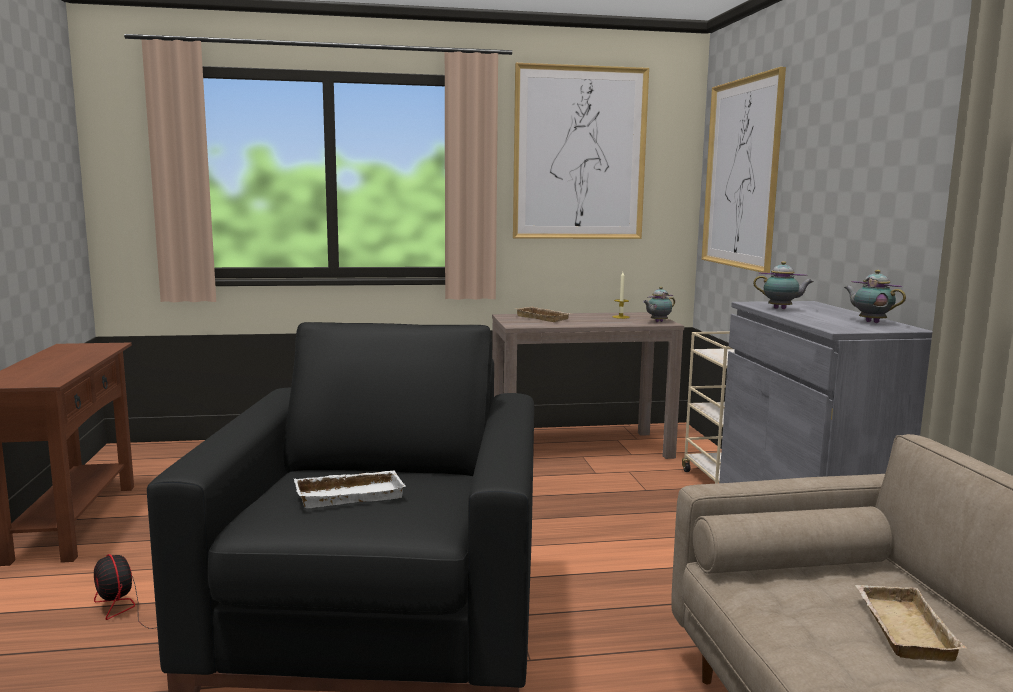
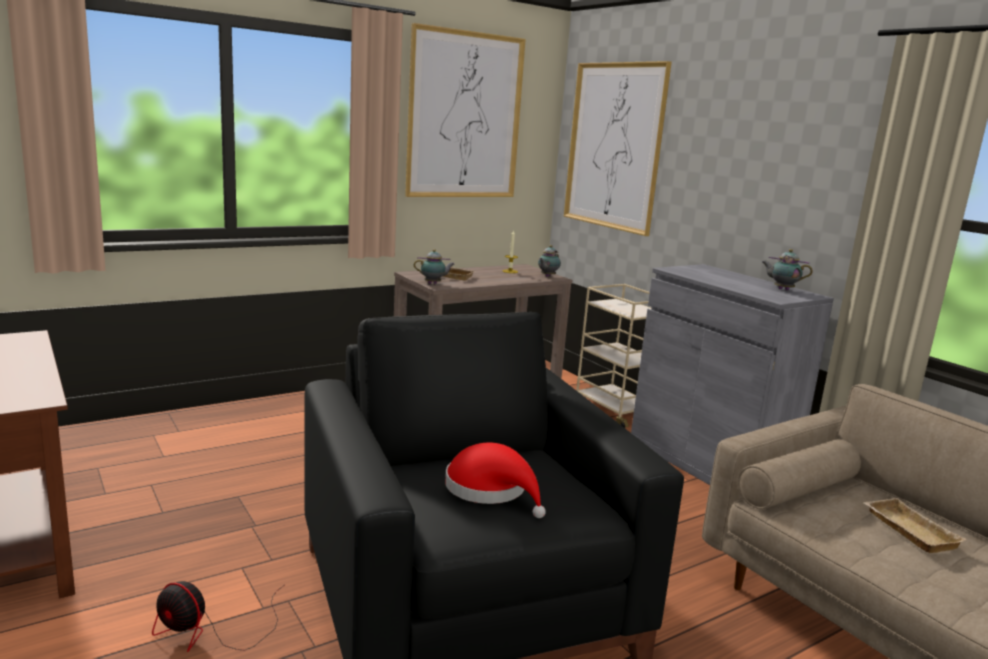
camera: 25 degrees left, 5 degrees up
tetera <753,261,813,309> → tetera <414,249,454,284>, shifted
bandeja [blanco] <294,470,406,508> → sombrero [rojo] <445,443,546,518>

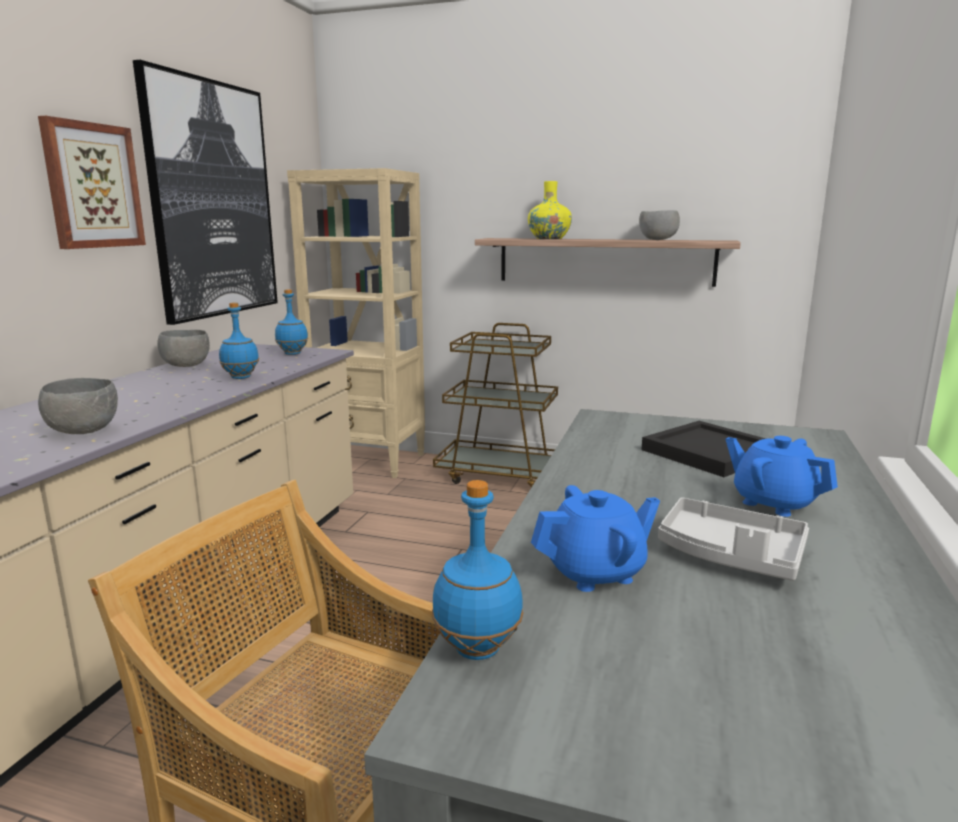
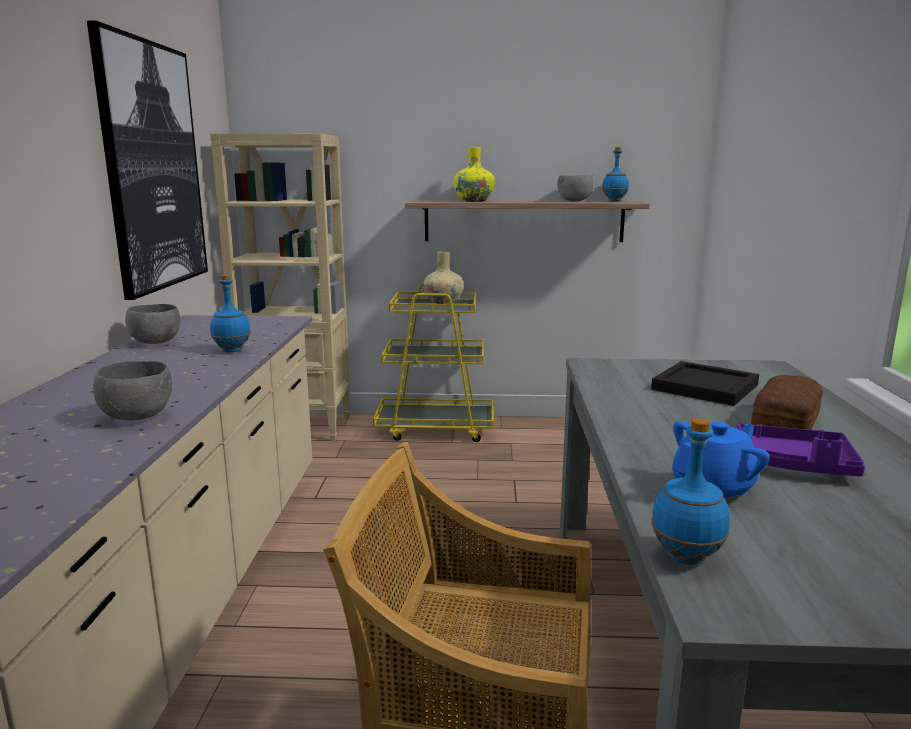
camera: 15 degrees left, 0 degrees up
cuadro <38,116,146,249> → -
- → florero [beis] <423,251,464,304>
botella [azul] <275,289,308,355> → botella [azul] <602,147,629,201>, shifted
tetera [azul] <726,436,838,517> → pan <751,375,823,430>
carrito [marrón] <433,323,558,488> → carrito [amarillo] <373,282,494,442>
bandeja [gris] <658,498,809,581> → bandeja [morado] <736,424,865,477>

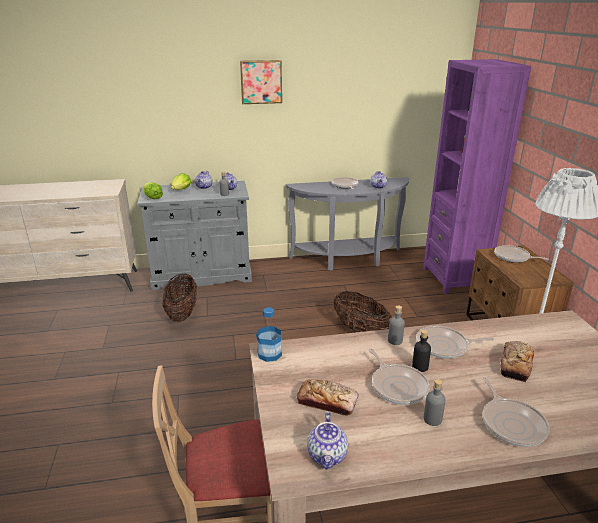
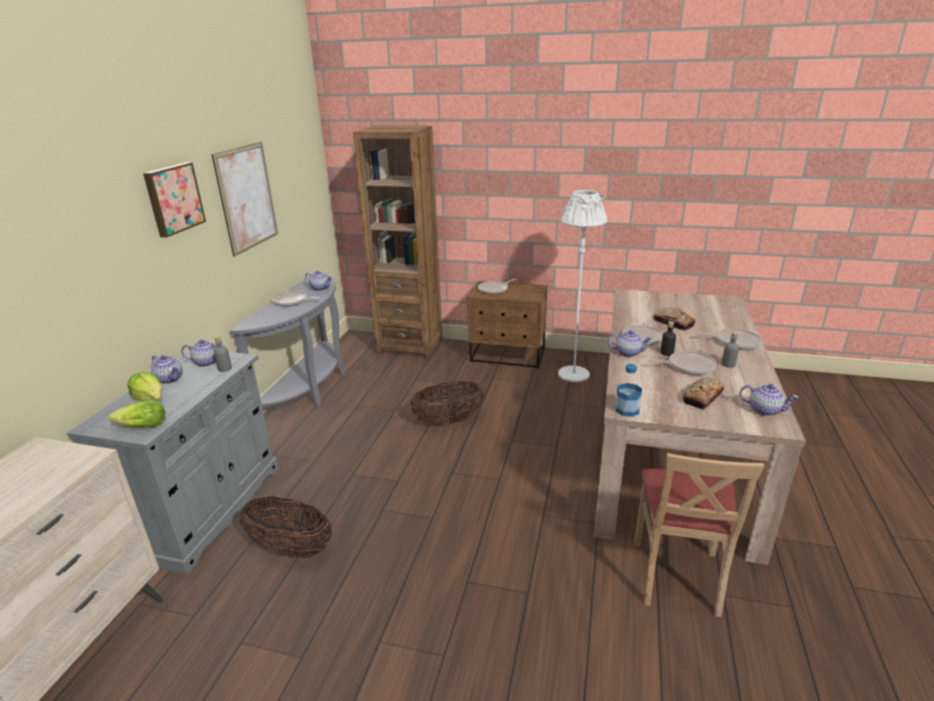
camera: 65 degrees left, 0 degrees up
- → cuadro <212,142,278,257>
botella [gris] <388,306,405,345> → tetera <607,330,653,357>
estantería [morado] <423,59,531,294> → estantería [marrón] <353,126,442,359>

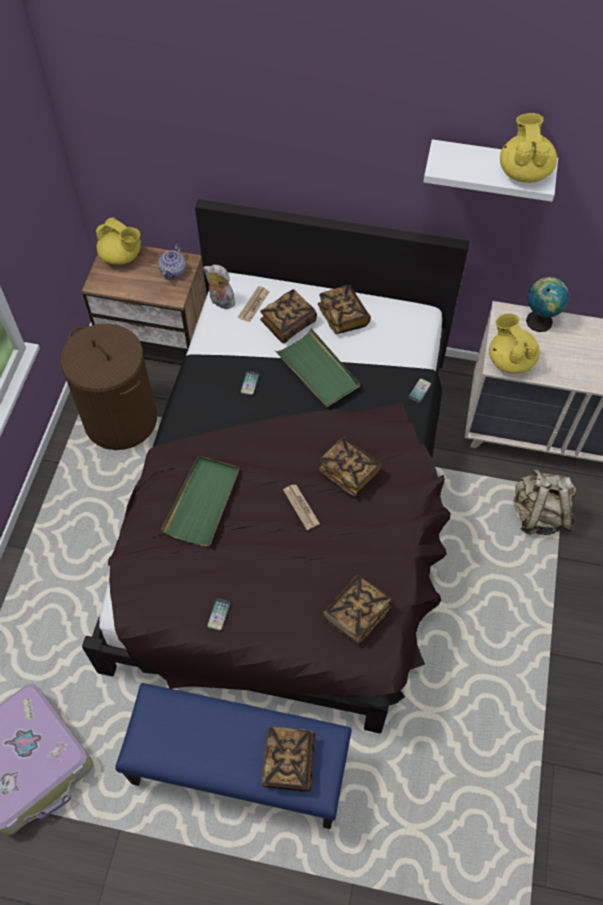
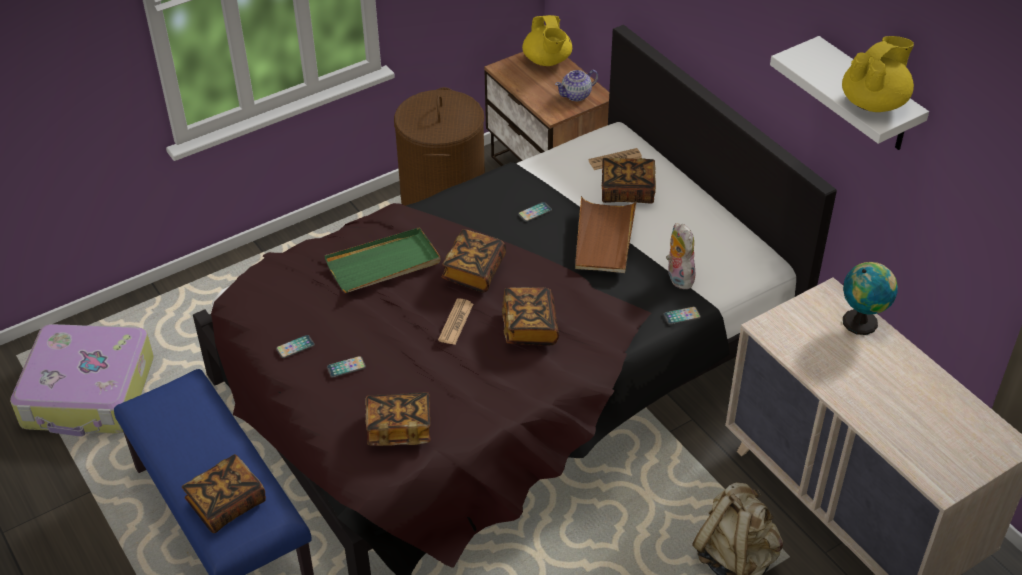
camera: 45 degrees right, 15 degrees down
tetera [amarillo] <489,313,540,374> → -
- → móvil <327,356,366,378>
peluche <203,264,235,309> → peluche <666,223,695,289>, shifted
libro <318,285,371,334> → libro <442,229,506,293>, shifted
bandeja [verde] <274,328,360,407> → bandeja [marrón] <575,196,636,273>

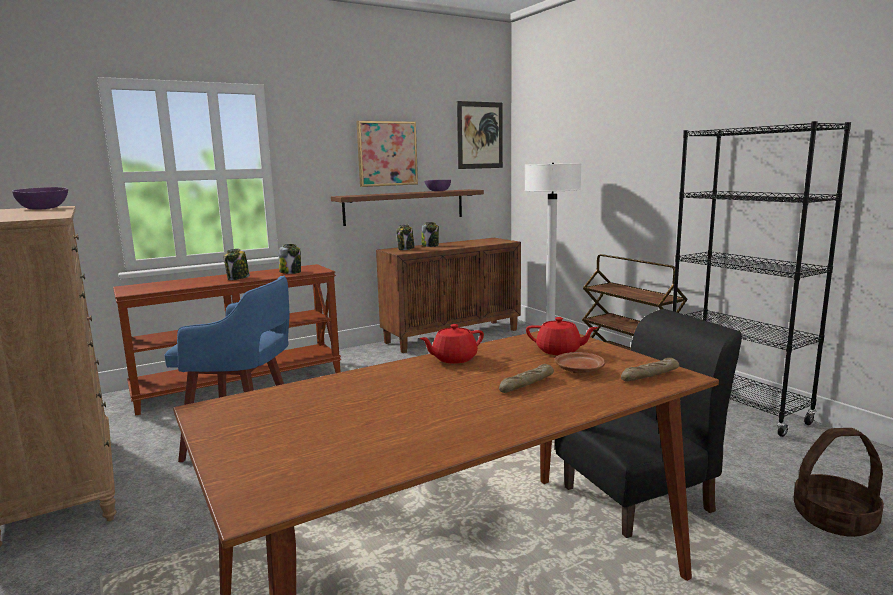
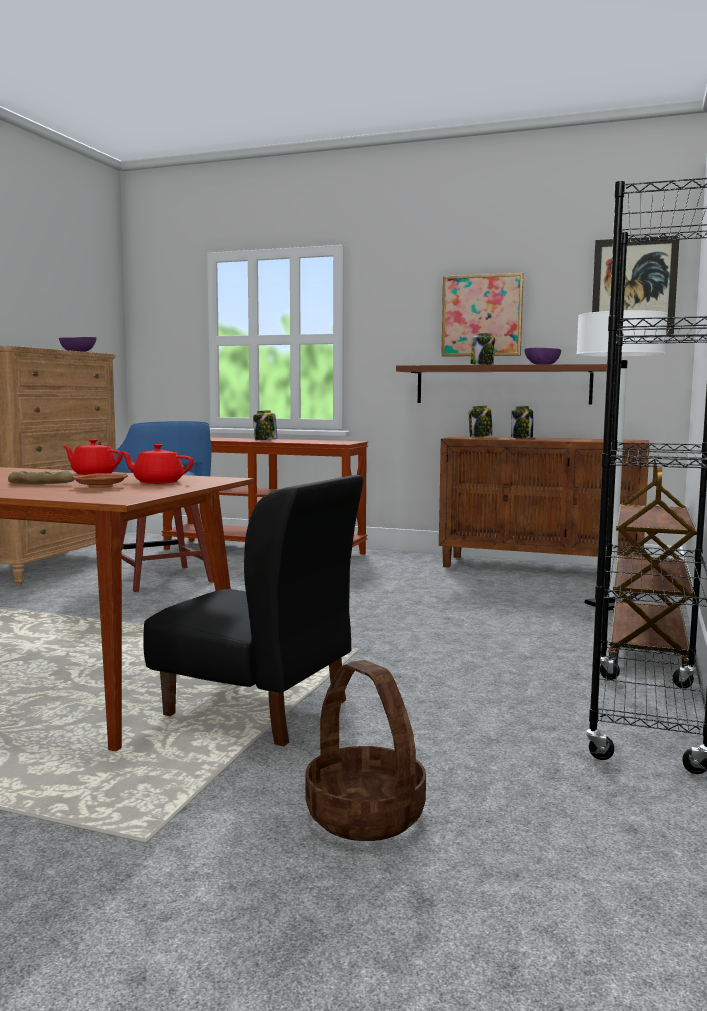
camera: 50 degrees right, 5 degrees down
pan <621,358,679,381> → -
tarro <279,244,301,274> → tarro <471,333,495,365>, shifted
tetera [rojo] <526,317,598,355> → tetera [rojo] <119,444,194,484>, 120 degrees clockwise

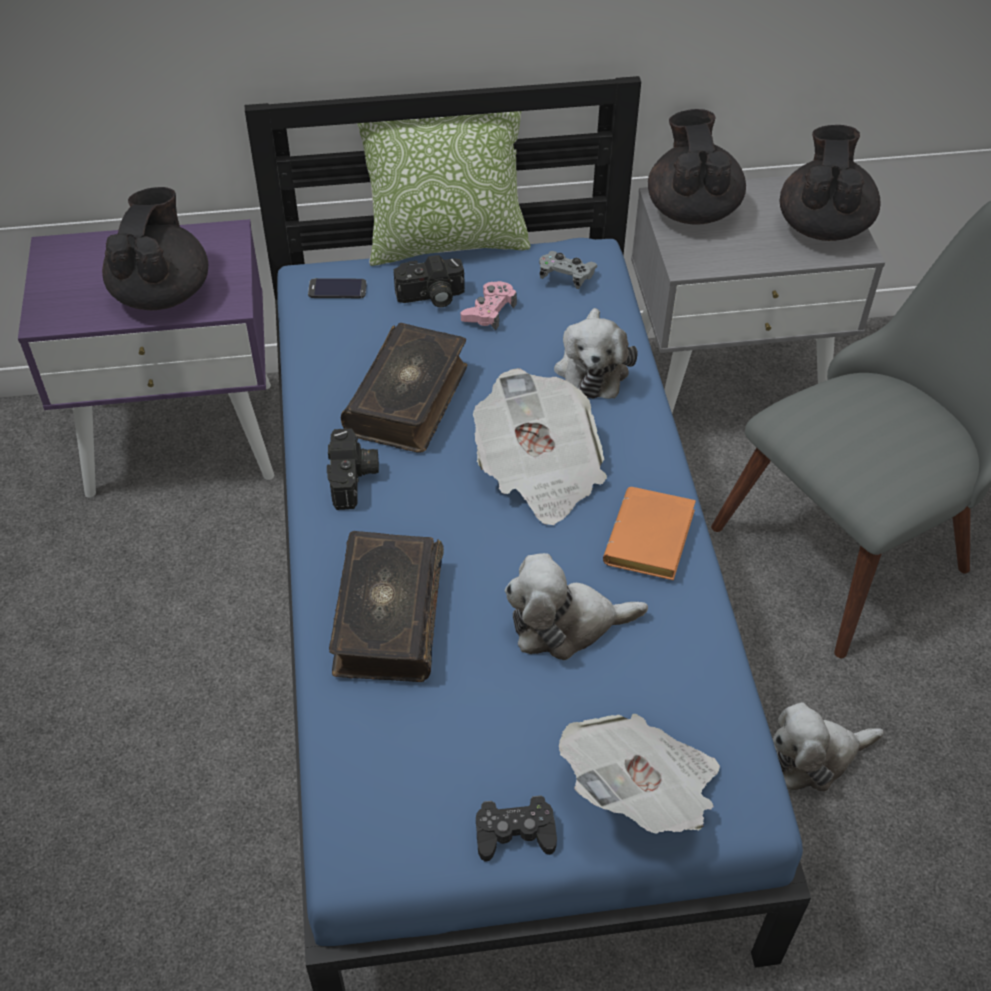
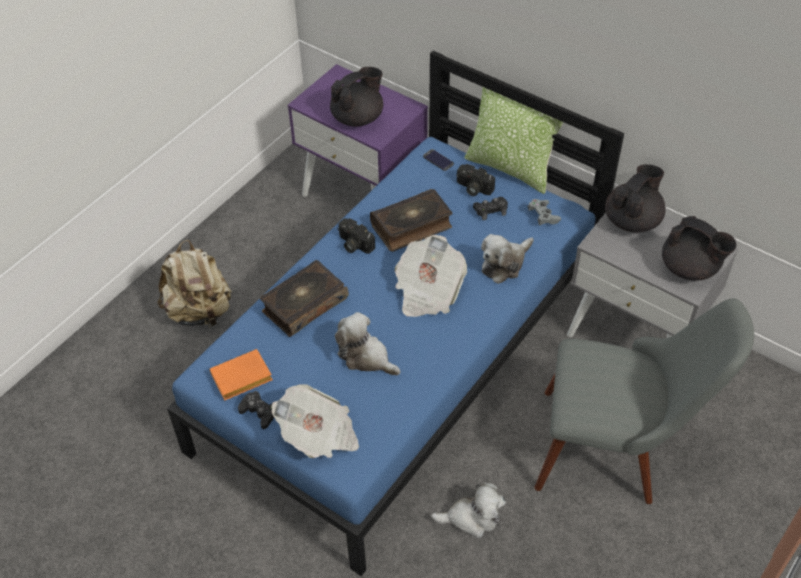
camera: 45 degrees right, 0 degrees up
- → mochila [beis] <157,240,232,328>
libro [naranja] <603,487,696,580> → libro [naranja] <210,349,273,400>, shifted
mando de consola [rosa] <461,281,517,330> → mando de consola [negro] <473,197,508,220>
cámara <327,428,379,510> → cámara <338,218,375,254>, 90 degrees clockwise
peluche <773,702,884,791> → peluche <431,482,506,538>, 150 degrees clockwise
tetera [negro] <780,125,881,241> → tetera [negro] <662,216,737,281>, 75 degrees clockwise

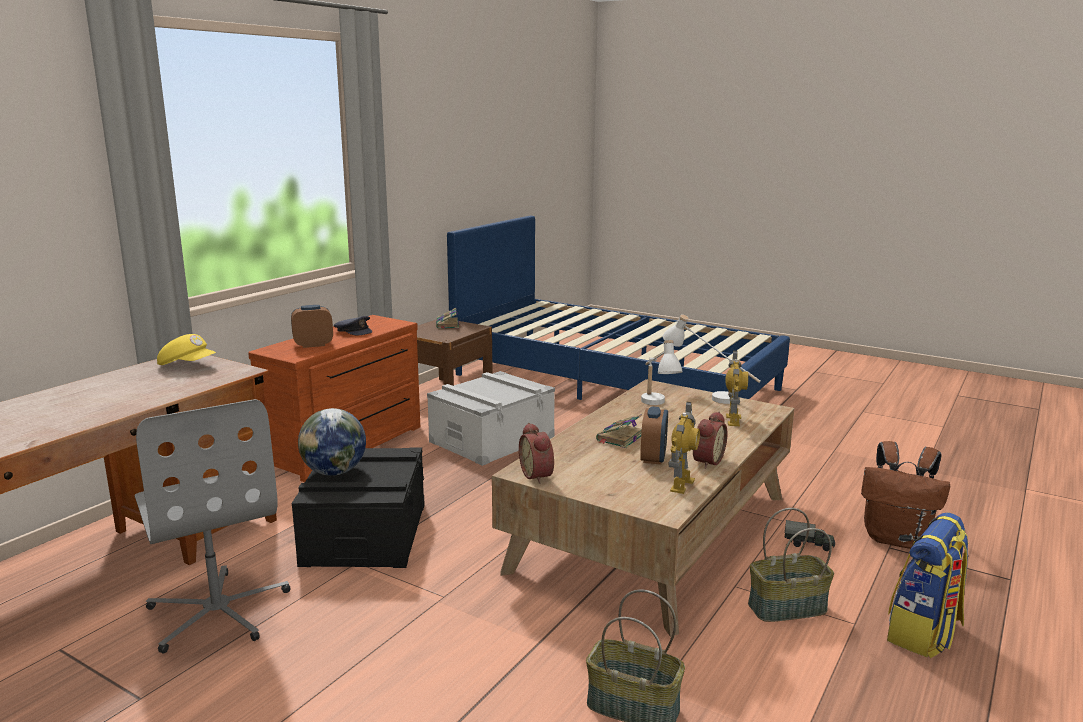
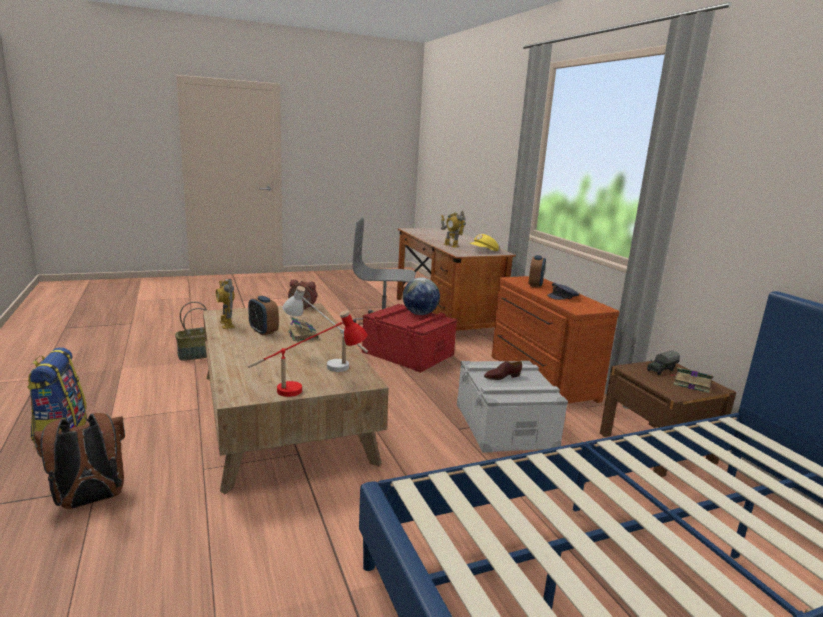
camera: 125 degrees right, 0 degrees up
despertador <693,412,727,469> → -
cesta <748,508,834,622> → -
- → zapato [marrón] <484,361,522,380>
robot de juguete <725,351,748,426> → robot de juguete <441,211,466,248>, shifted
camión de juguete <785,520,835,551> → camión de juguete <647,350,680,375>, shifted
caja de almacenaje [negro] <292,447,425,568> → caja de almacenaje [rojo] <362,304,457,373>
lámpara de mesa [blanco] <663,314,761,404> → lámpara de mesa [rojo] <248,310,368,397>

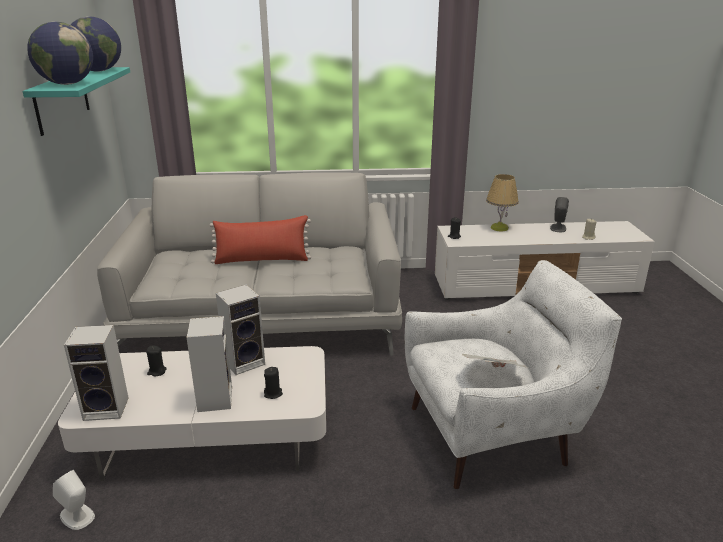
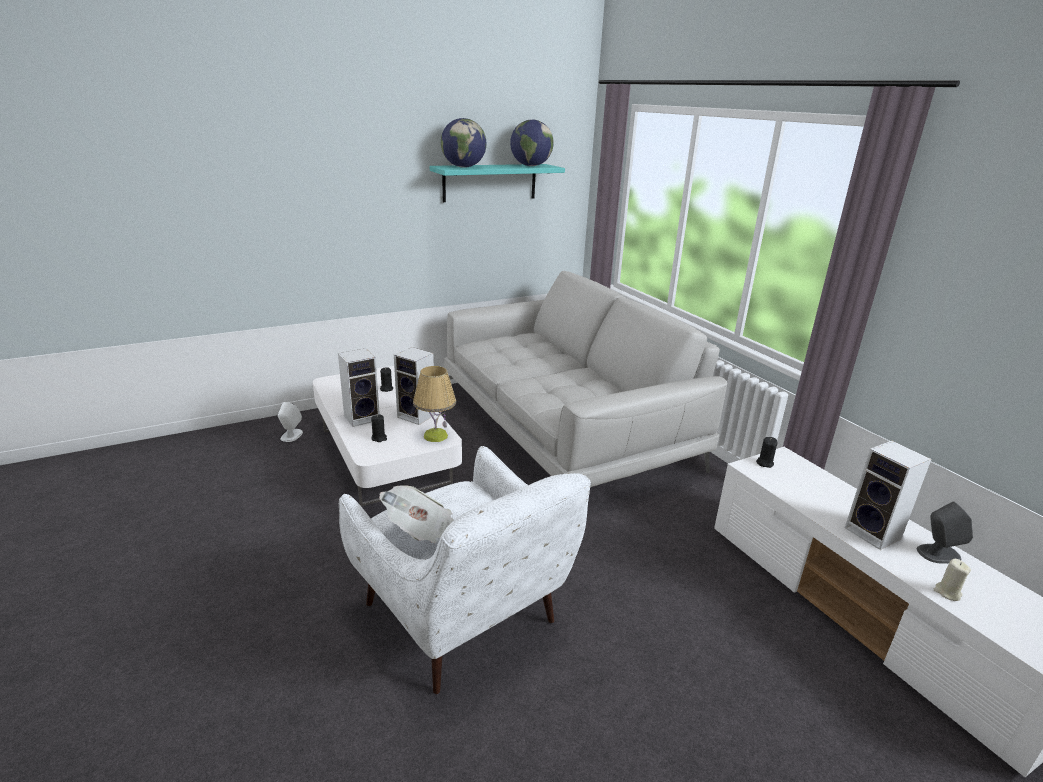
camera: 65 degrees right, 0 degrees up
cojín [rojo] <210,215,311,264> → -
altavoz <64,325,129,421> → altavoz <845,441,931,550>, shifted
lámpara de mesa <486,174,519,232> → lámpara de mesa <413,366,456,442>, shifted

